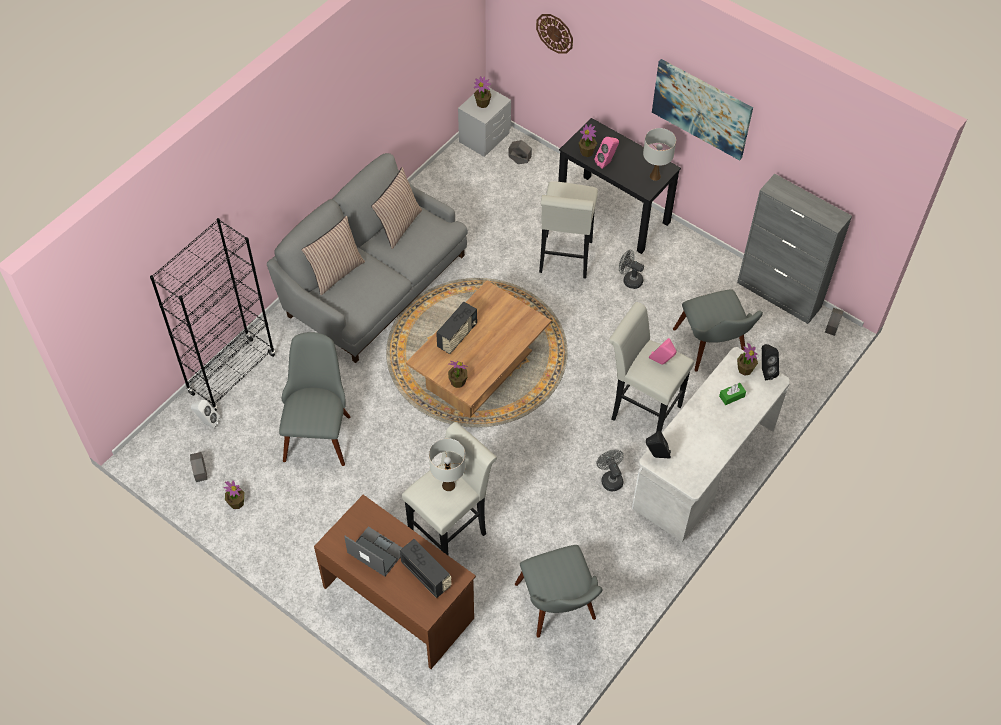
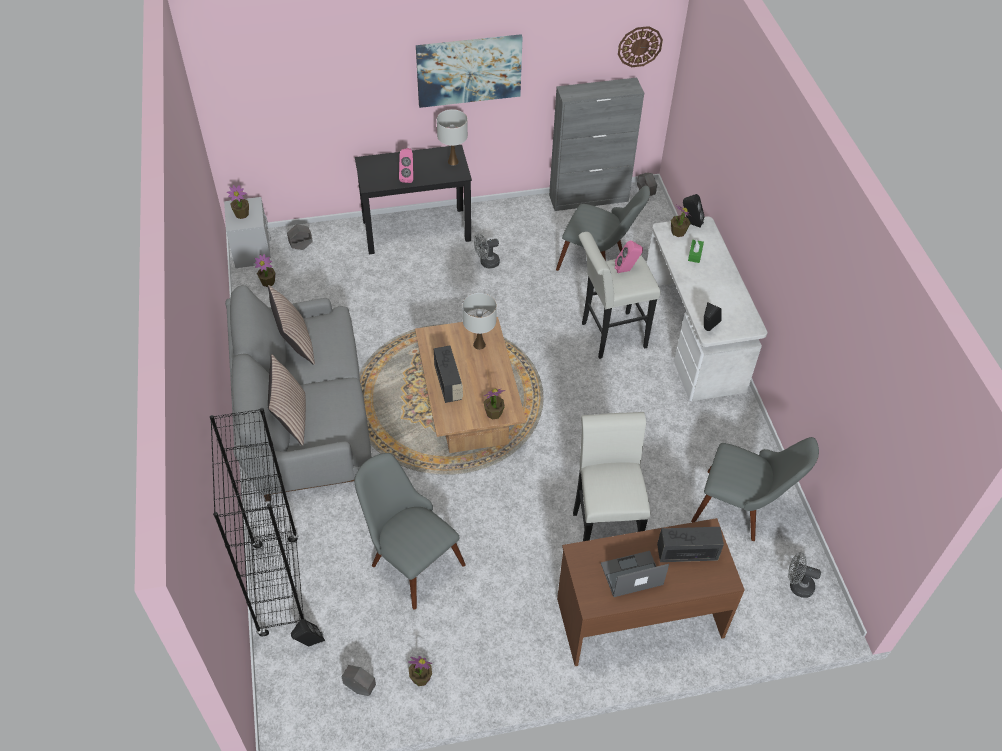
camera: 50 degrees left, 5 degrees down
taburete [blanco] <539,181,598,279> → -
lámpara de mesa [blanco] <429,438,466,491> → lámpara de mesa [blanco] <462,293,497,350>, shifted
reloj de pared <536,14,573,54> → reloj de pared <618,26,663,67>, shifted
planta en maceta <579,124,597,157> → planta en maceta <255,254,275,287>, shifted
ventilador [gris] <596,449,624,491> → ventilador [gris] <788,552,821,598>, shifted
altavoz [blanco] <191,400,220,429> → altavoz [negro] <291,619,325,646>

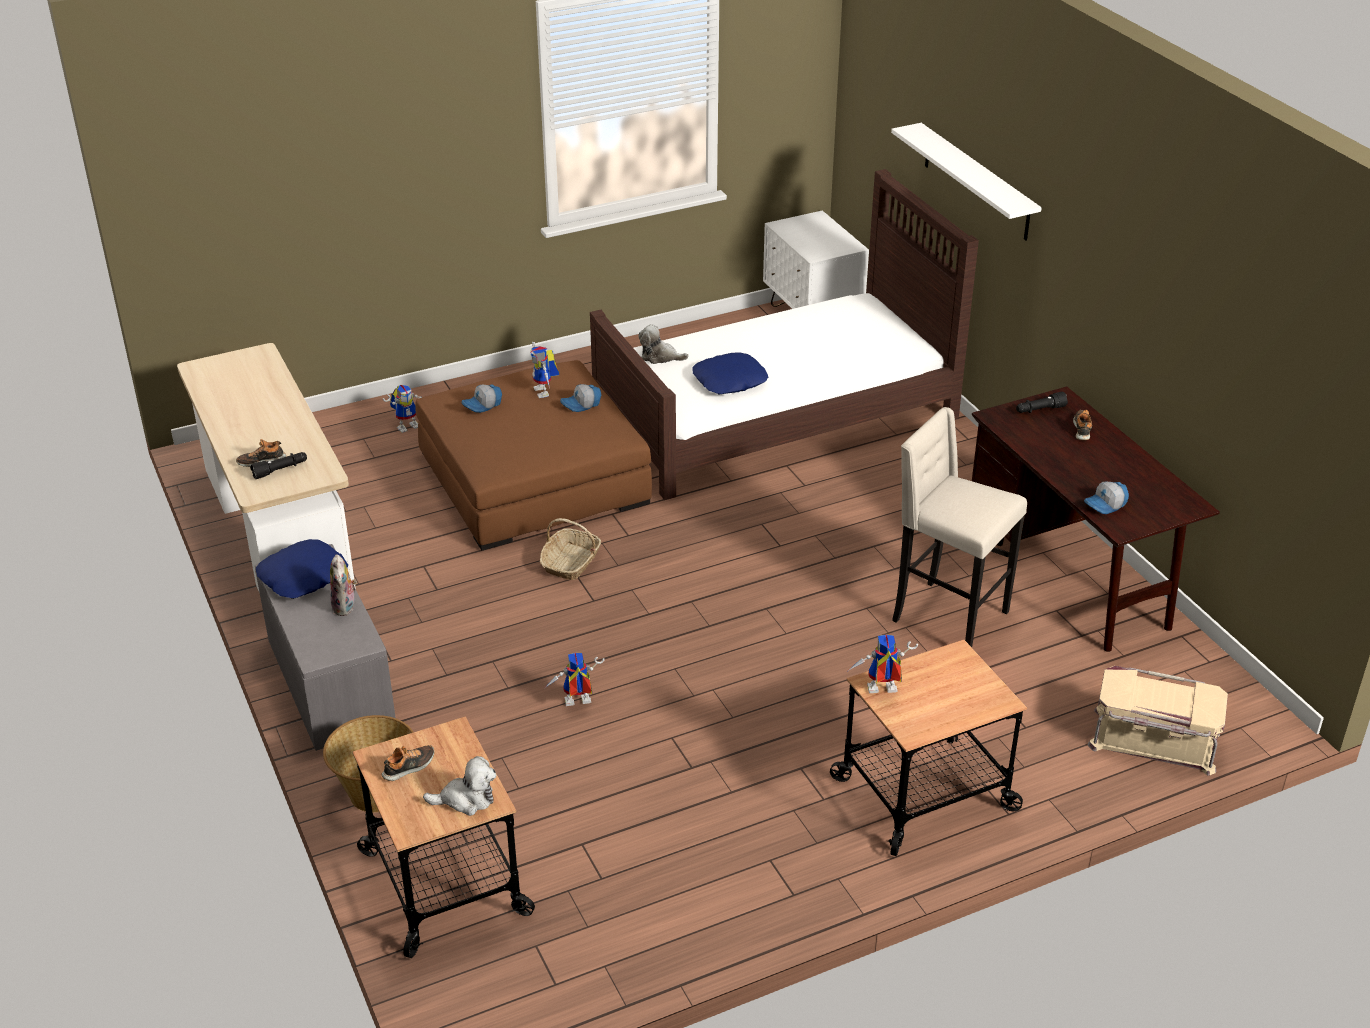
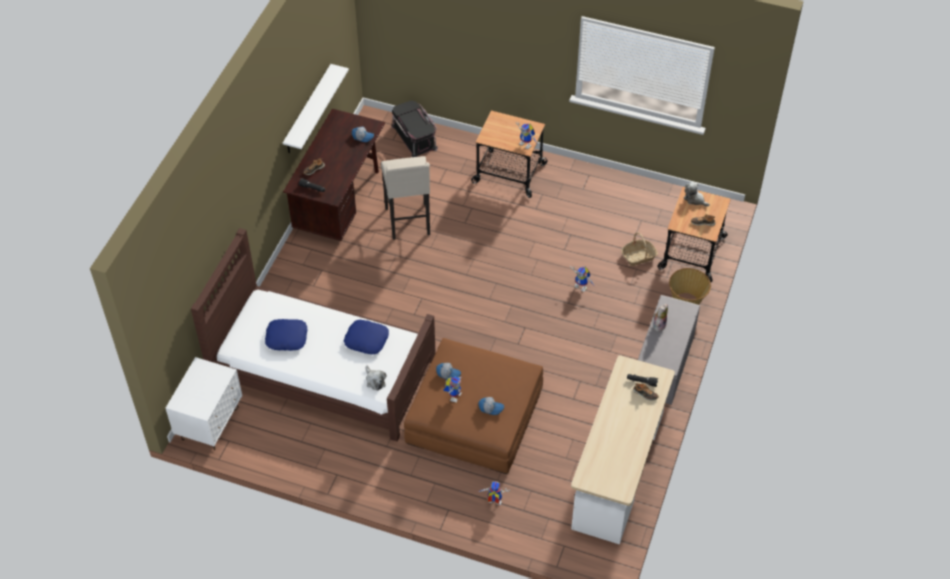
camera: 135 degrees left, 15 degrees up
cojín [azul] <256,539,348,599> → cojín [azul] <265,319,308,351>, shifted
cesta <540,518,601,580> → cesta <622,232,658,266>, shifted
estante [blanco] <891,123,1042,240> → estante [blanco] <283,64,349,153>, shifted
caja de almacenaje [beis] <1088,666,1228,775> → caja de almacenaje [negro] <391,100,438,157>

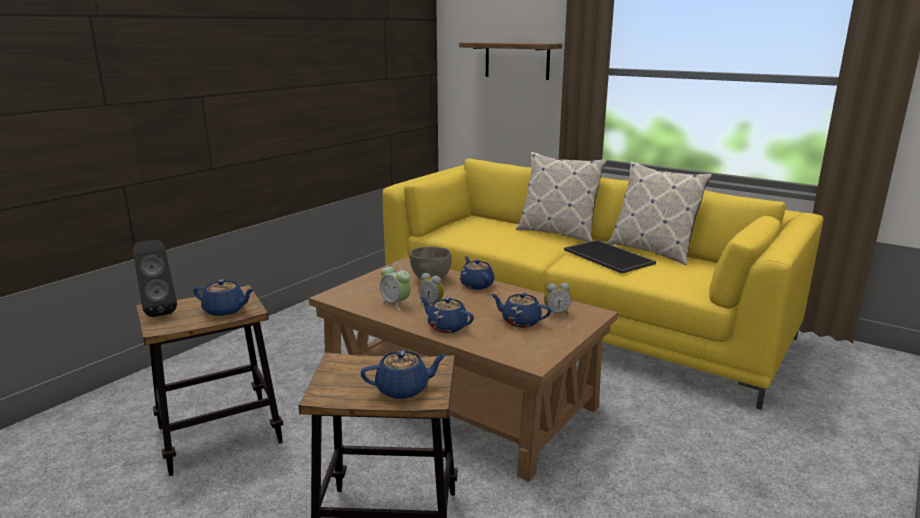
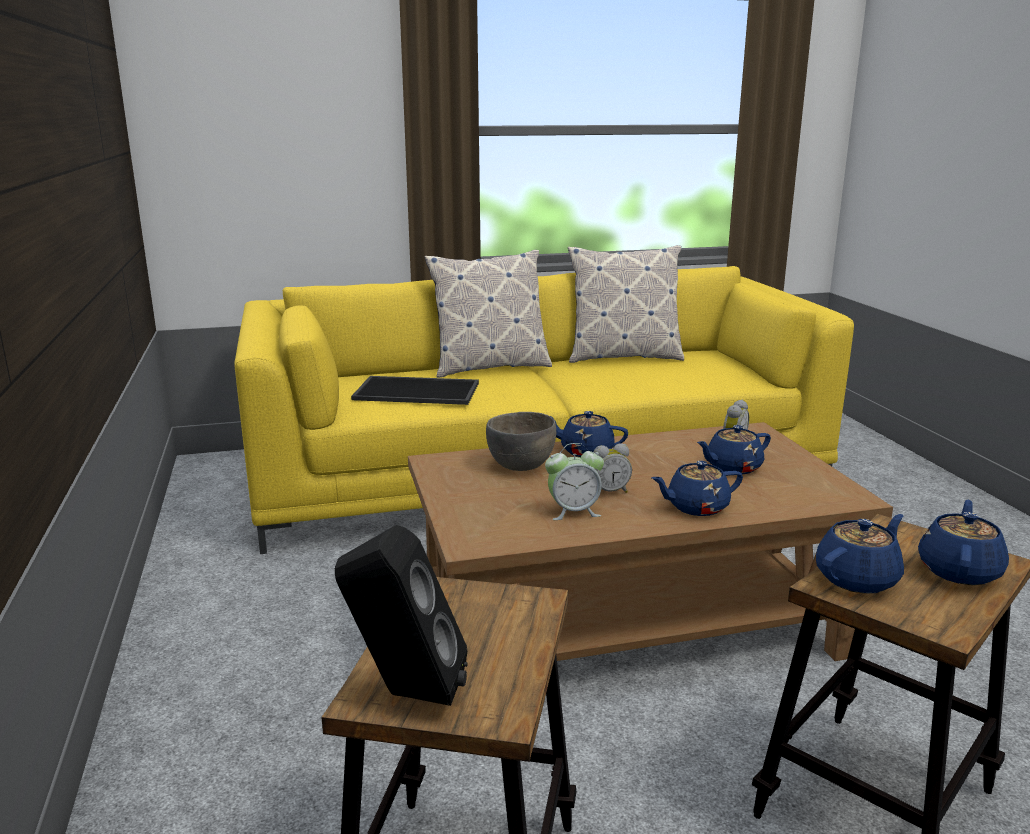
camera: 50 degrees left, 0 degrees up
estante <459,42,562,80> → -
tetera [azul] <193,279,254,316> → tetera [azul] <816,514,904,594>, shifted
bandeja <564,240,656,274> → bandeja <351,376,479,405>, shifted

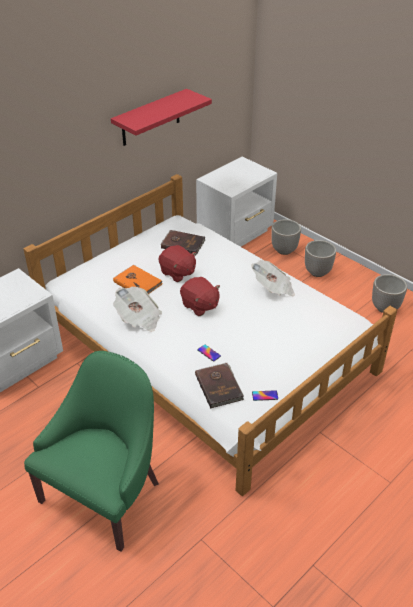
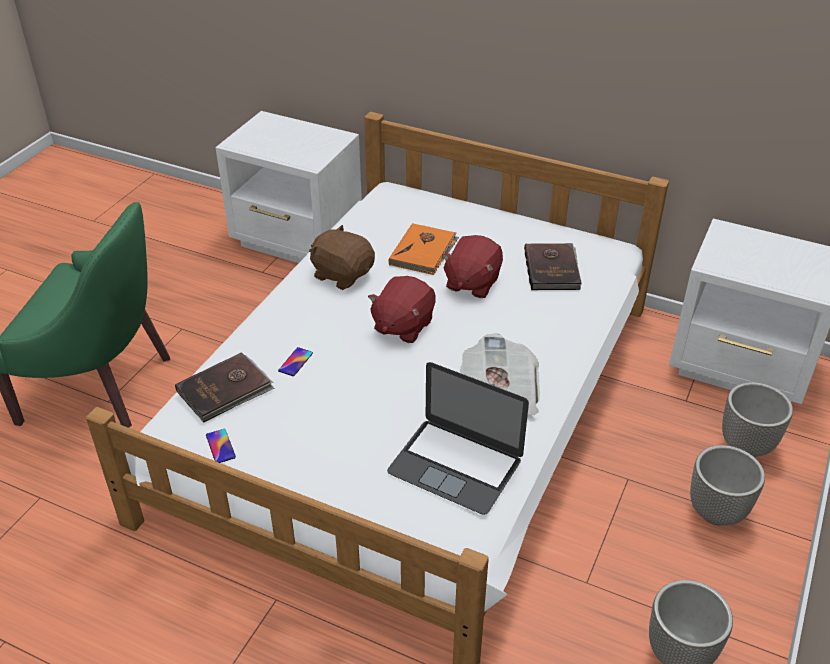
camera: 70 degrees right, 0 degrees up
estante [rojo] <111,89,212,146> → -
- → portátil <387,362,529,515>
periódico <113,287,162,332> → peluche [marrón] <309,225,375,290>

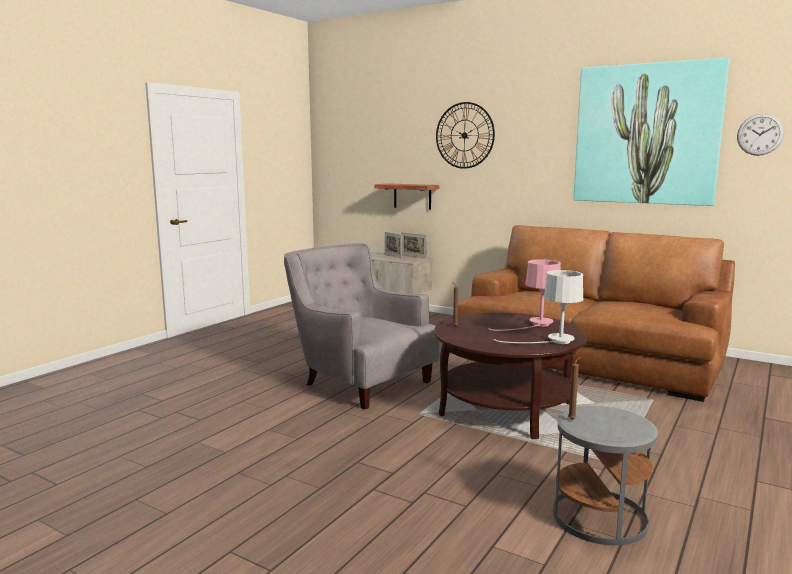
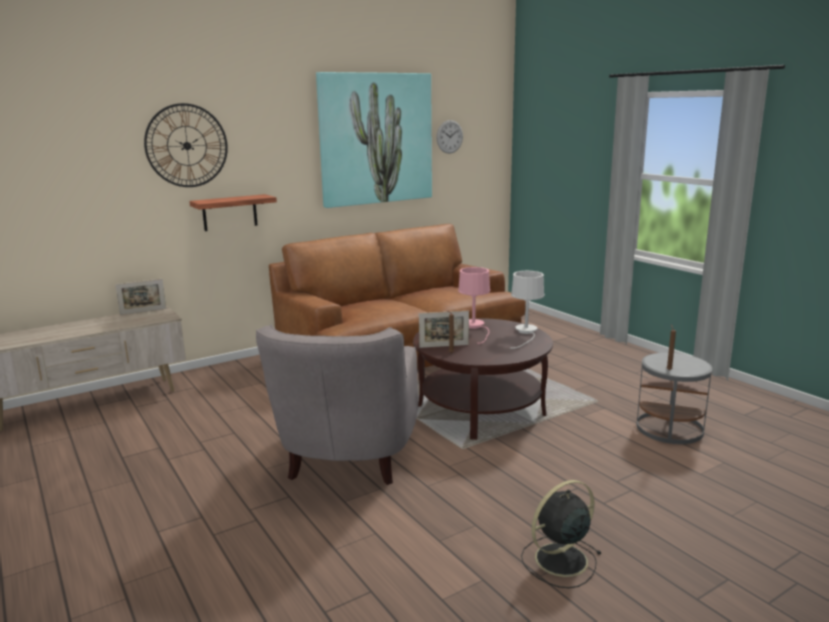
camera: 65 degrees left, 5 degrees up
- → ventilador [negro] <521,480,602,588>
estante <375,183,439,210> → estante <189,194,277,231>, shifted
portarretratos <385,232,402,259> → portarretratos <419,311,469,348>, shifted
sillón [gris] <284,243,439,410> → sillón [gris] <256,324,418,485>, 60 degrees counterclockwise

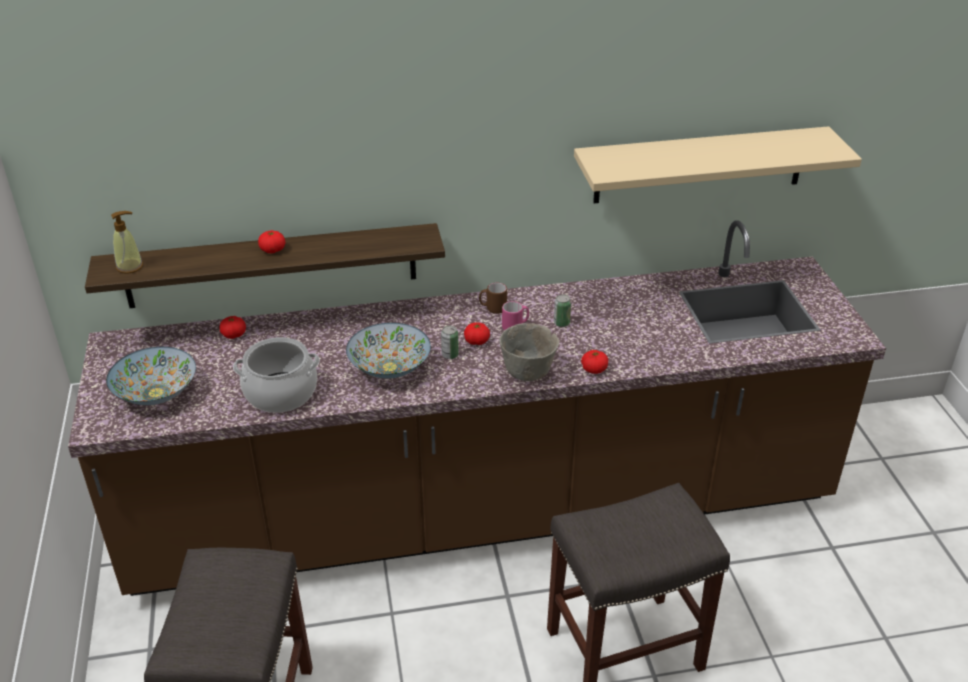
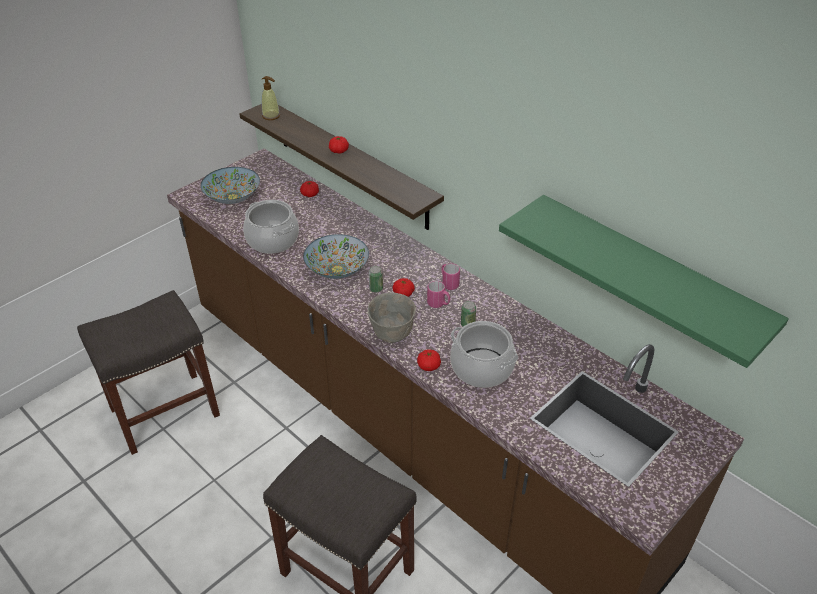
camera: 55 degrees right, 5 degrees up
- → olla <450,321,518,388>
taza grande [marrón] <479,283,507,314> → taza grande [rosa] <441,264,460,290>
estante [beis] <574,126,862,203> → estante [verde] <499,195,789,368>

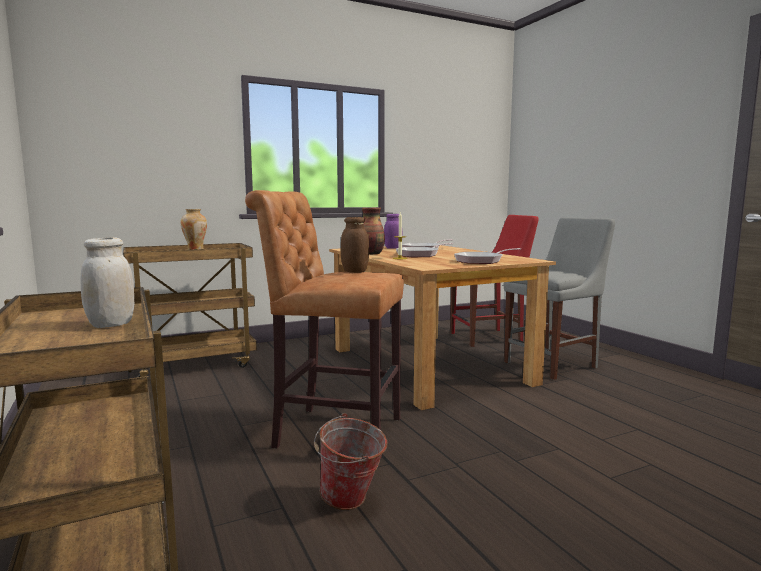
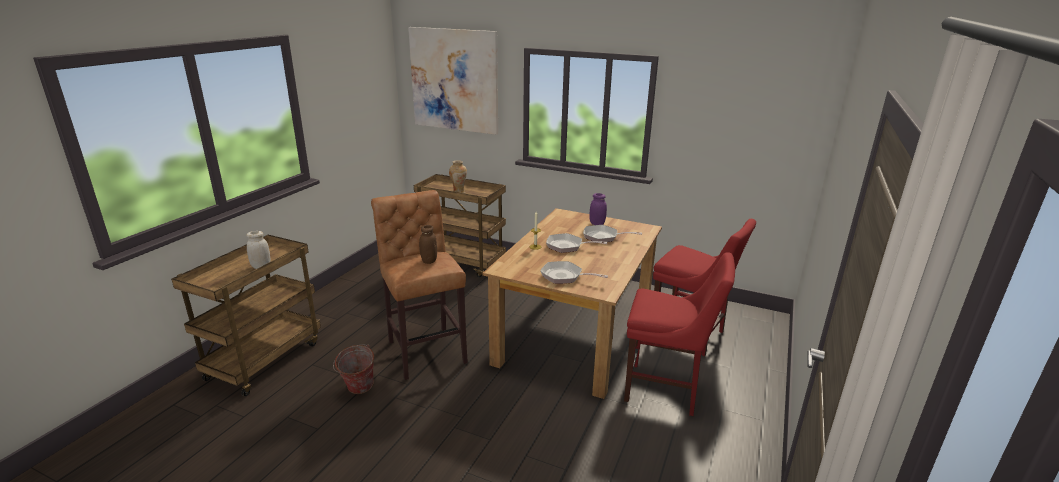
camera: 50 degrees right, 15 degrees up
florero <362,208,385,255> → -
- → cuadro <408,27,498,135>
silla [gris] <504,217,615,380> → silla [rojo] <624,252,735,416>

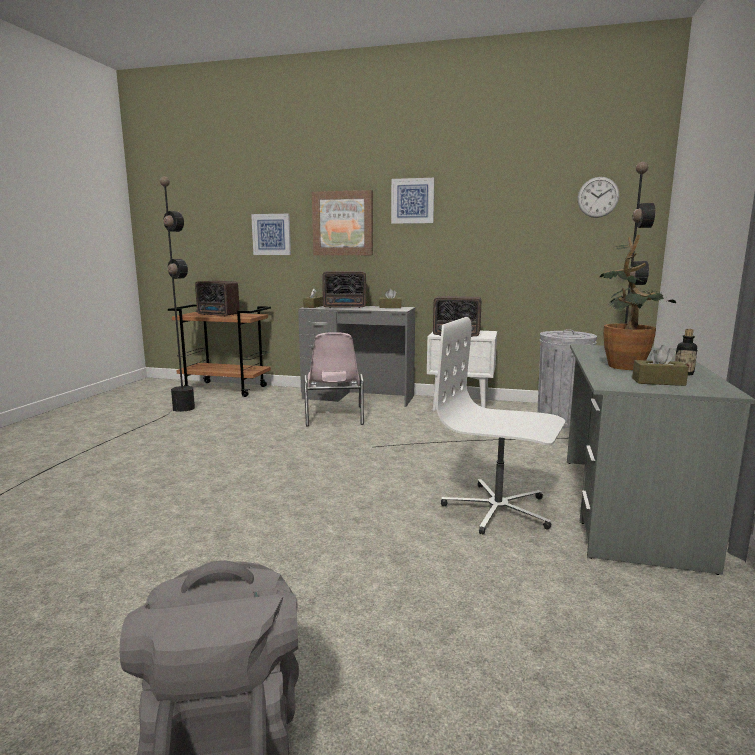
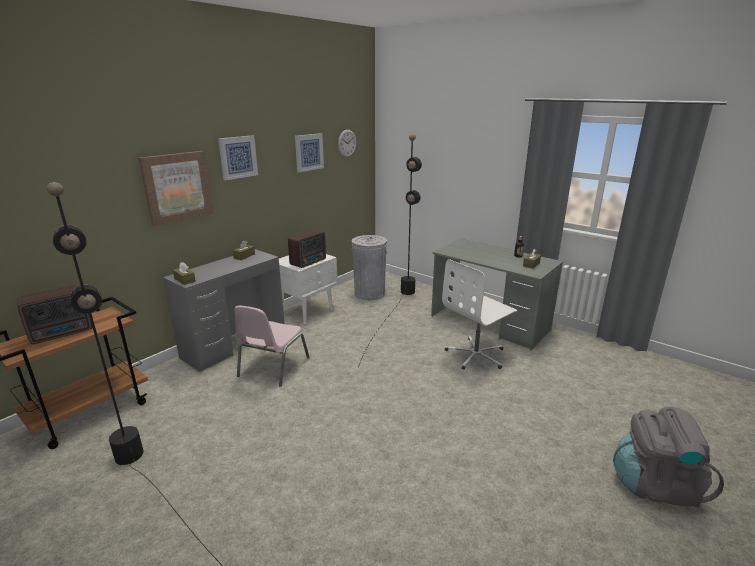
camera: 65 degrees left, 10 degrees up
radio <322,271,366,308> → -
planta en maceta <600,235,676,370> → -
cuadro <251,214,291,255> → cuadro <295,133,324,172>, shifted
silla [rosa] <304,332,364,426> → silla [rosa] <234,305,309,387>, 90 degrees clockwise

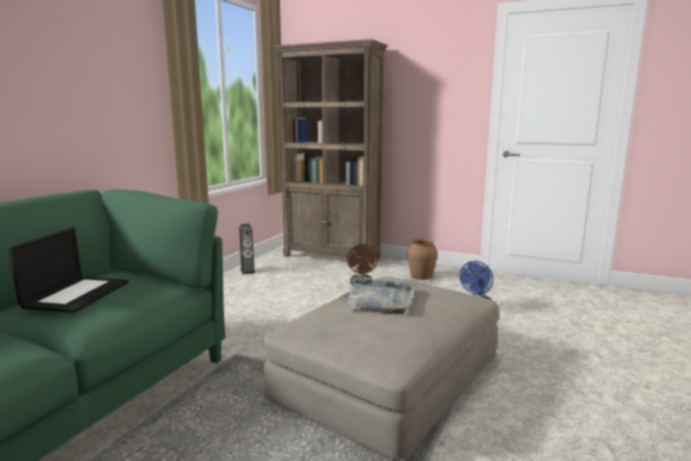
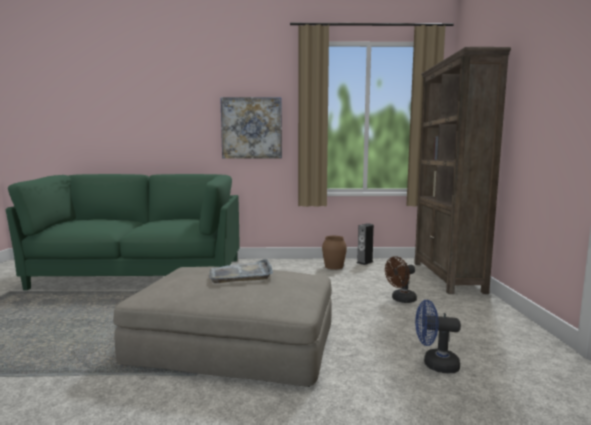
camera: 65 degrees right, 5 degrees down
portátil <8,227,129,313> → -
- → cuadro <220,97,282,159>
florero [marrón] <408,239,437,280> → florero [marrón] <322,236,347,270>, shifted

